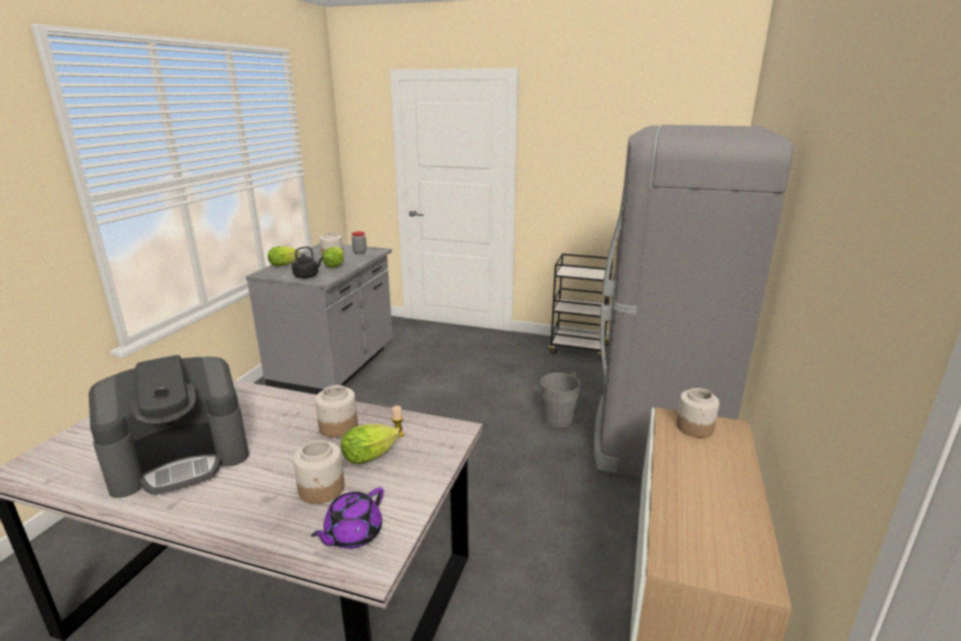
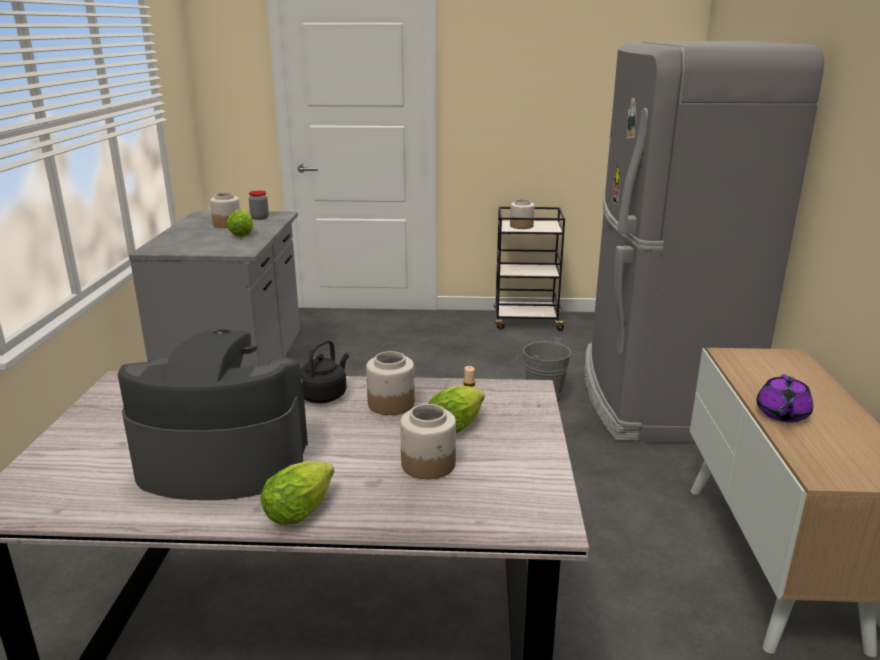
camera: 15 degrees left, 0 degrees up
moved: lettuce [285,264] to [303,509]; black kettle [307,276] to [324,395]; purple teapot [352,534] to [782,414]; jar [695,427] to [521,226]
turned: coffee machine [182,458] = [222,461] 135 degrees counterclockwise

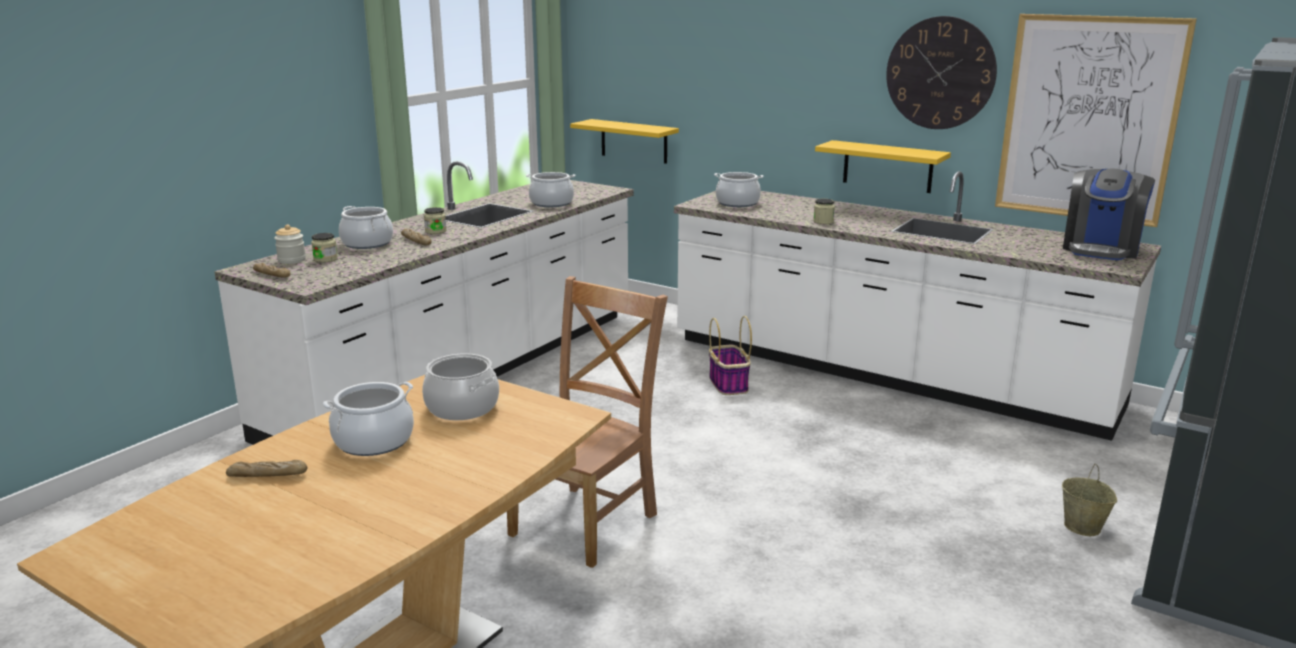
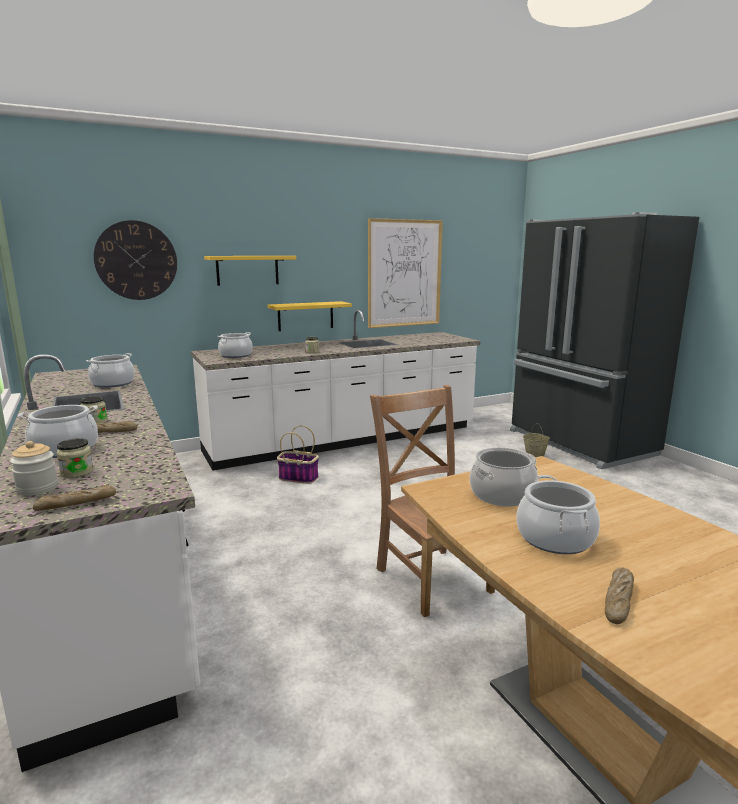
camera: 60 degrees left, 5 degrees down
removed: coffee machine [1101,249]
moved: yellow shelf [634,141] to [247,270]; wall clock [940,73] to [136,260]

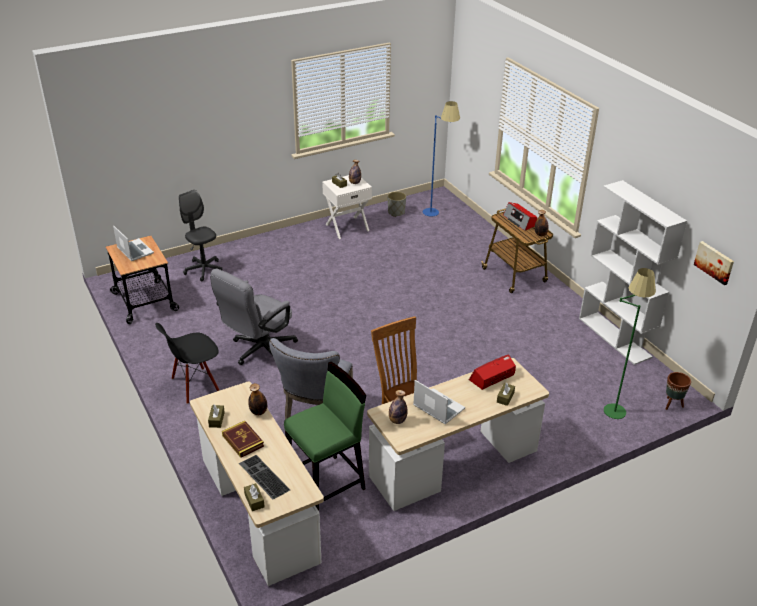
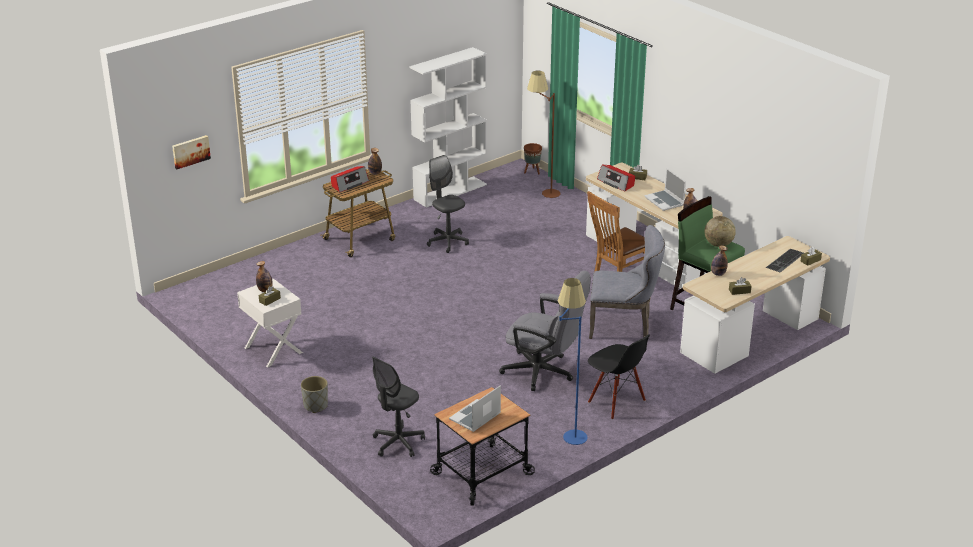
camera: 100 degrees left, 5 degrees down
removed: book [243,441]
added: grey office chair [447,242]; globe [718,244]
moved: grey planter [396,212] to [315,406]; blue floor lamp [438,211] to [570,431]; picture [714,262] to [190,151]
recoloured: green floor lamp [615,404] to brown floor lamp [542,193]
turned: laptop [437,407] = [665,201] 60 degrees counterclockwise

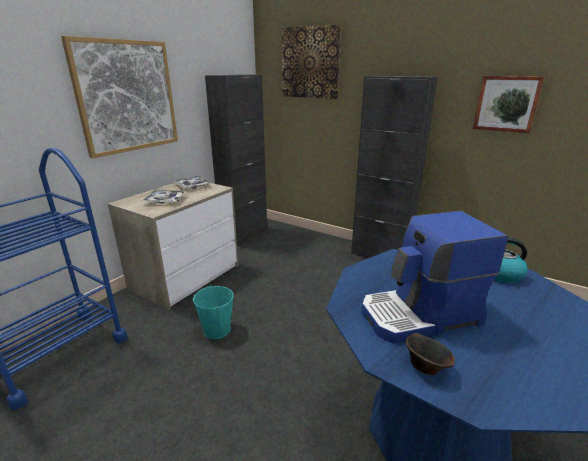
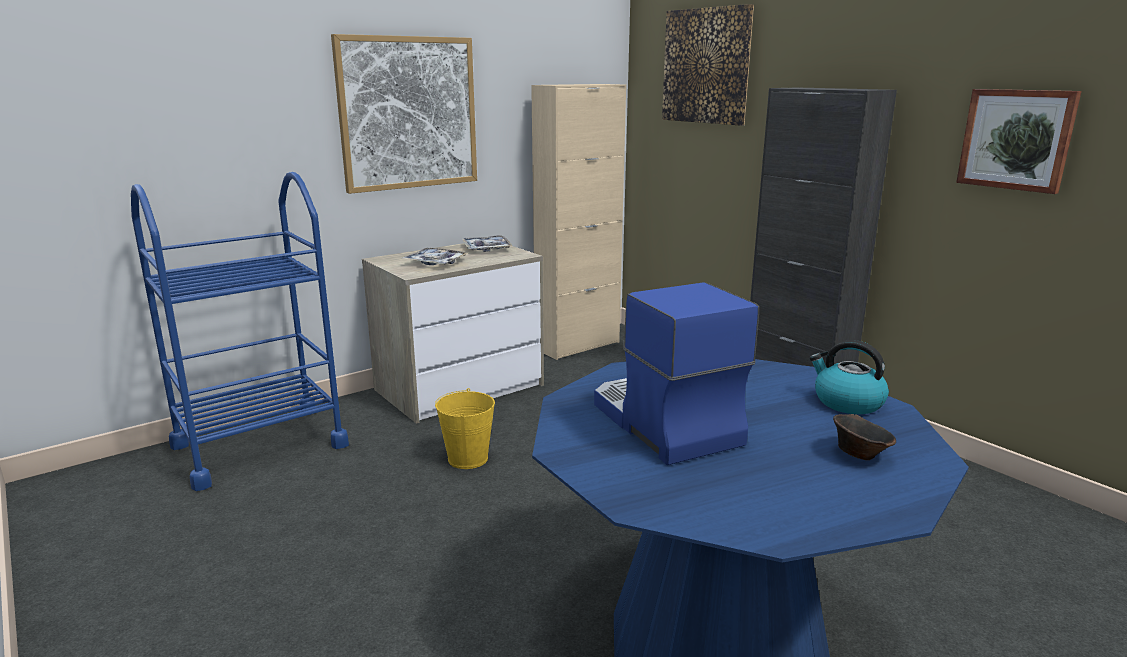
camera: 20 degrees right, 5 degrees down
moved: brown bowl [425,366] to [859,454]
recoloured: turquoise bucket [217,330] to yellow bucket [468,458]; black cabinet [244,235] to beige cabinet [577,346]
turned: coffee machine [420,316] = [662,423] 60 degrees clockwise

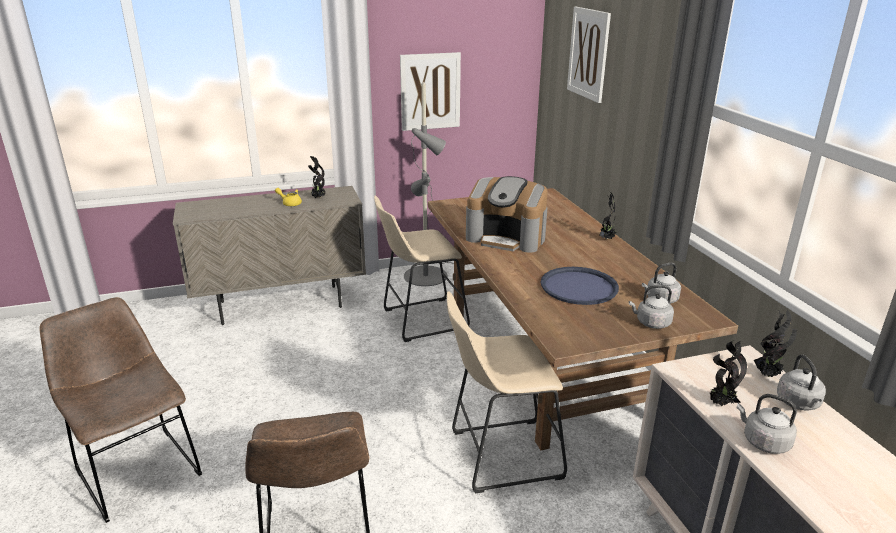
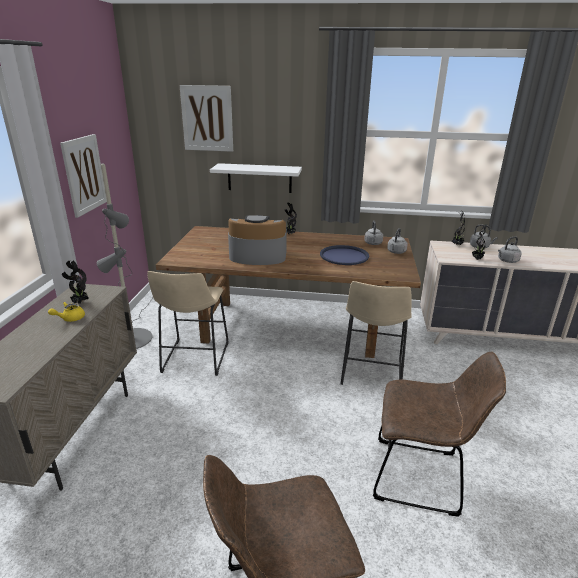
camera: 65 degrees left, 0 degrees up
added: white shelf [259,178]
turned: coffee machine [507,237] = [257,256] 135 degrees counterclockwise

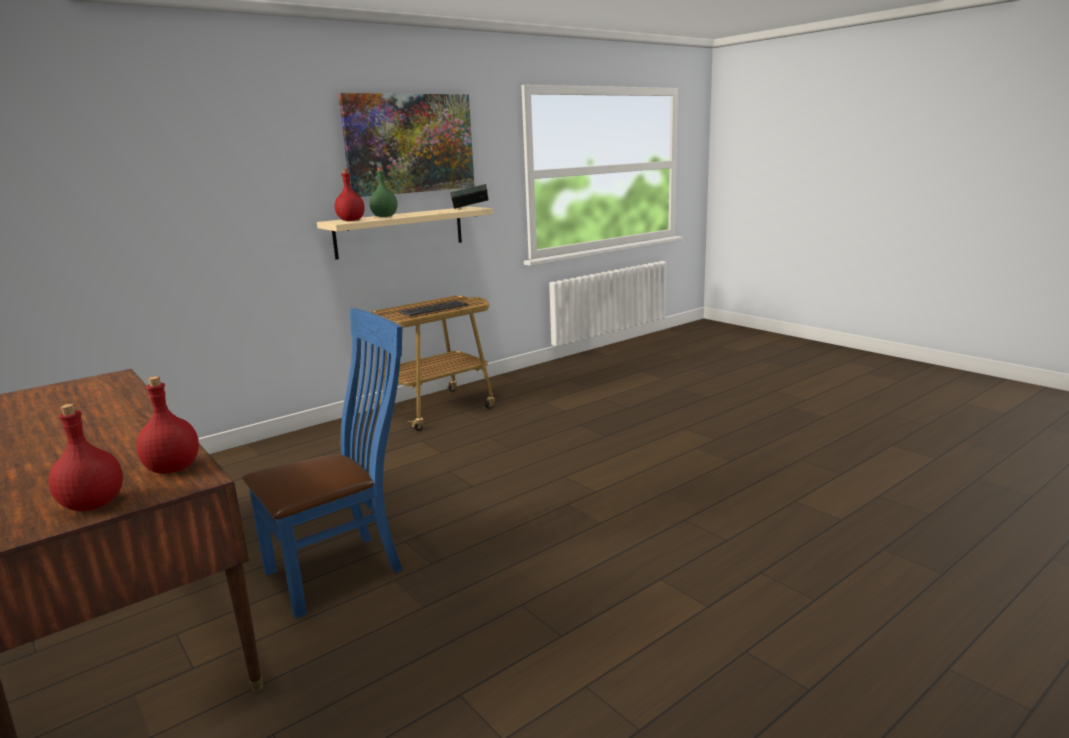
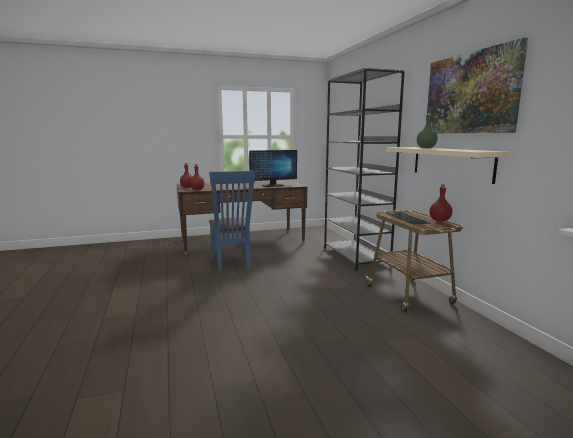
camera: 110 degrees right, 5 degrees down
removed: book [470,208]
added: monitor [273,185]; grey bookcase [356,257]
moved: red bottle [350,220] to [439,220]

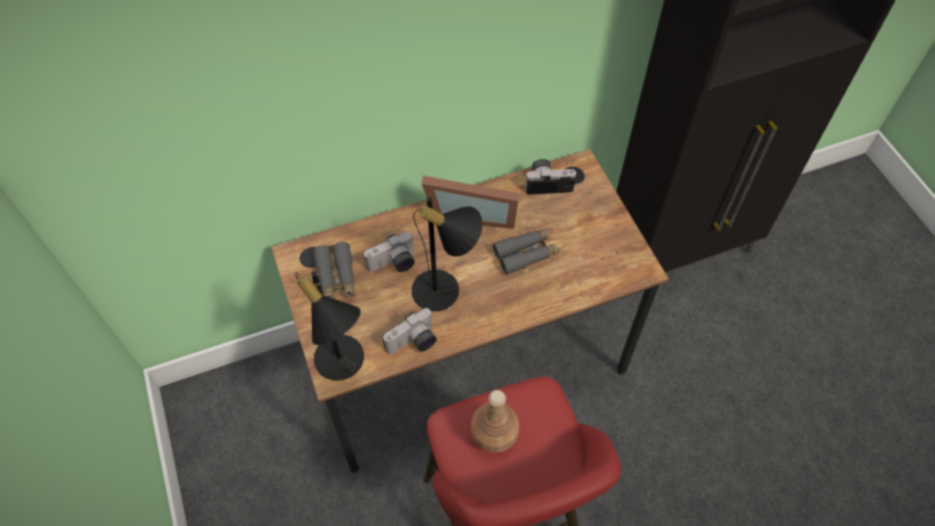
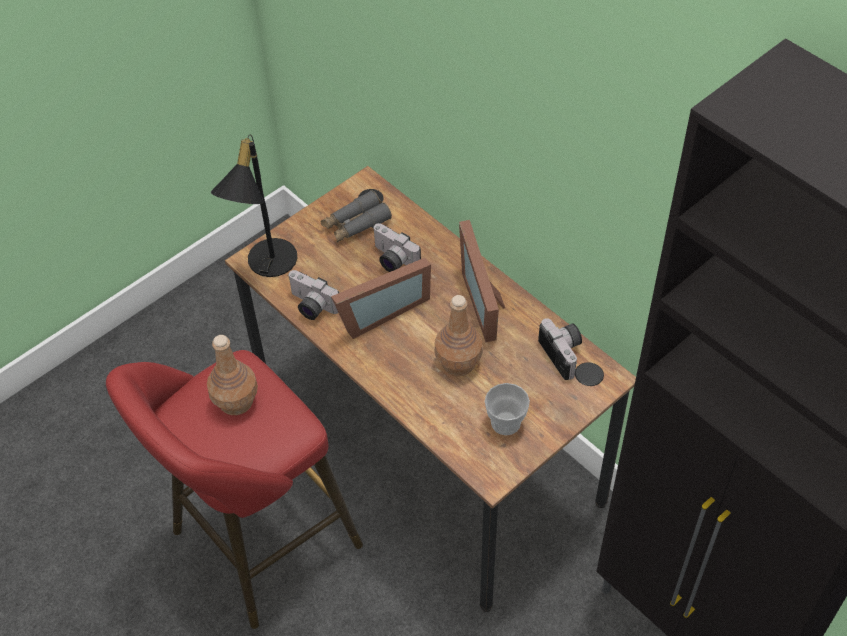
camera: 70 degrees right, 5 degrees down
added: cup [505,422]
replaced: black table lamp [445,291] to picture frame [379,311]; grey binoculars [526,254] to brown bottle [458,363]

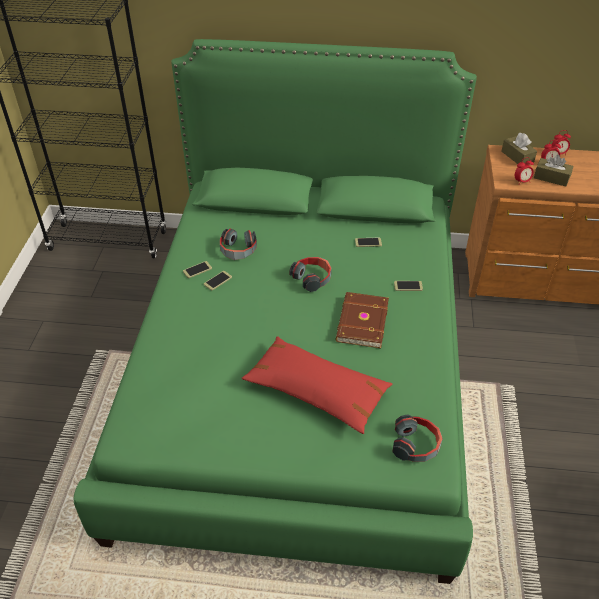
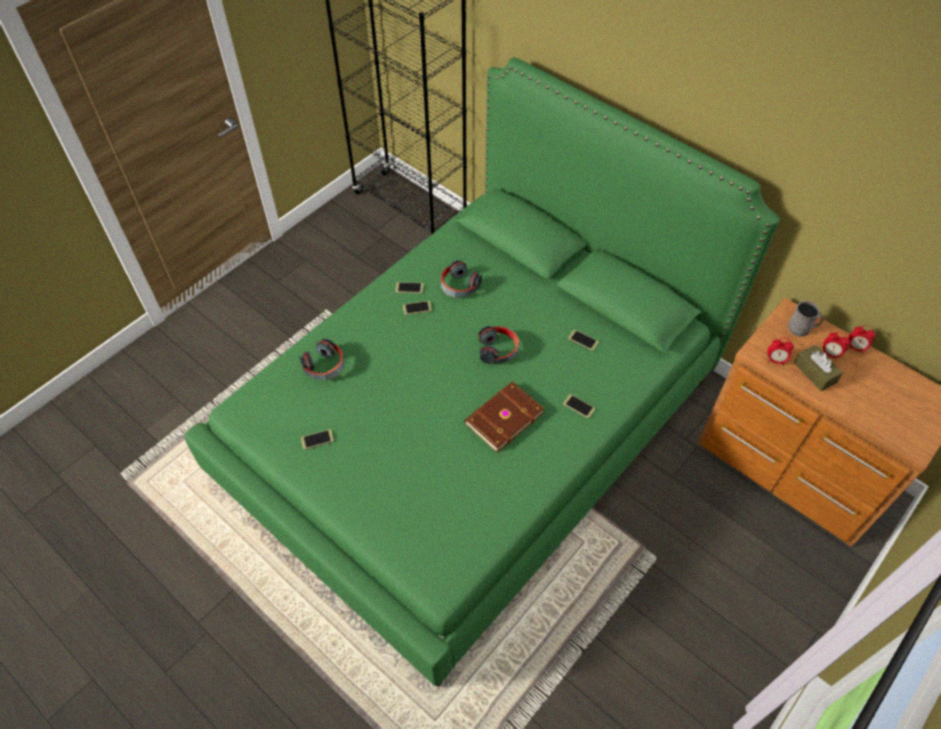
camera: 35 degrees right, 10 degrees up
removed: red pillow [316,391]
added: phone [317,439]
moved: headphones [416,445] to [325,366]
replaced: brown tissue box [517,157] to grey mug [802,328]

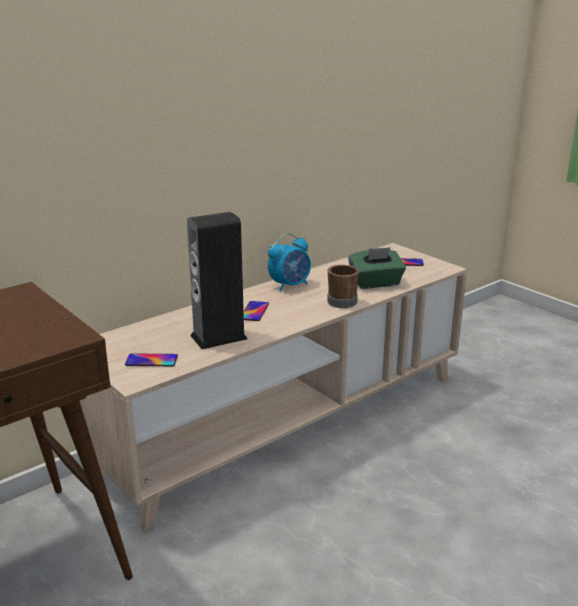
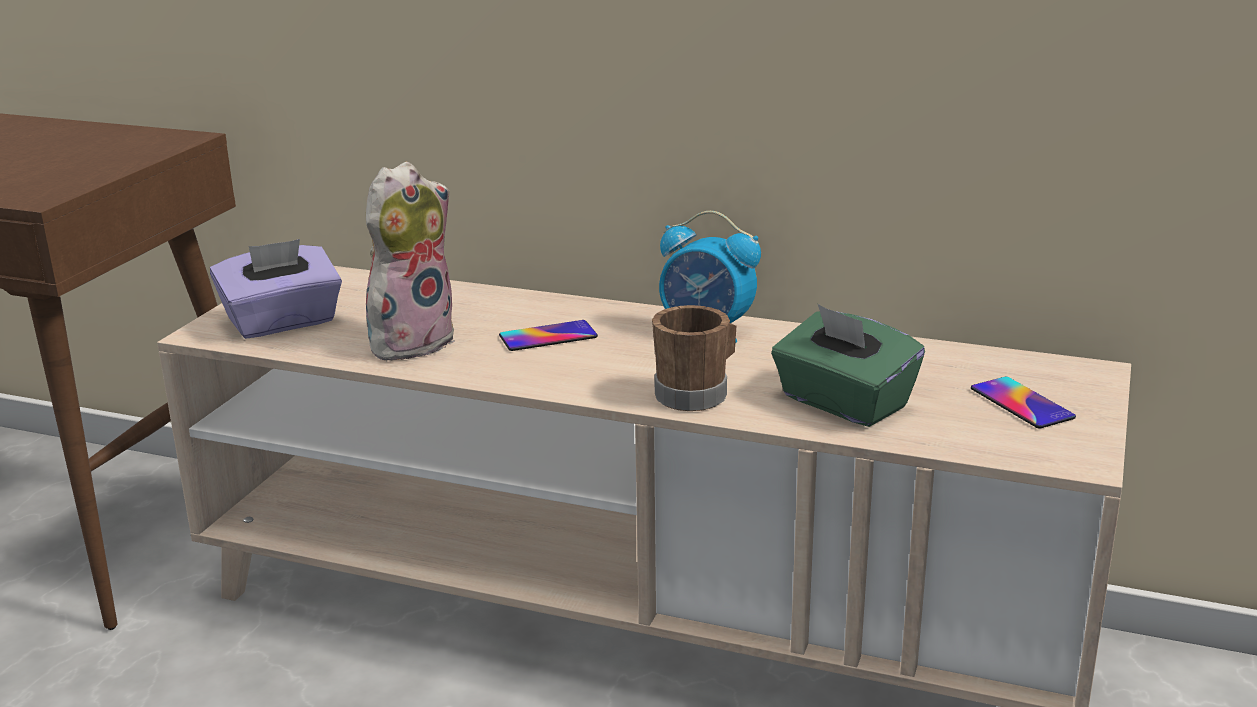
camera: 60 degrees right, 0 degrees up
replaced: phone [151,360] to purple tissue box [282,323]; speaker [219,337] to plush toy [411,341]

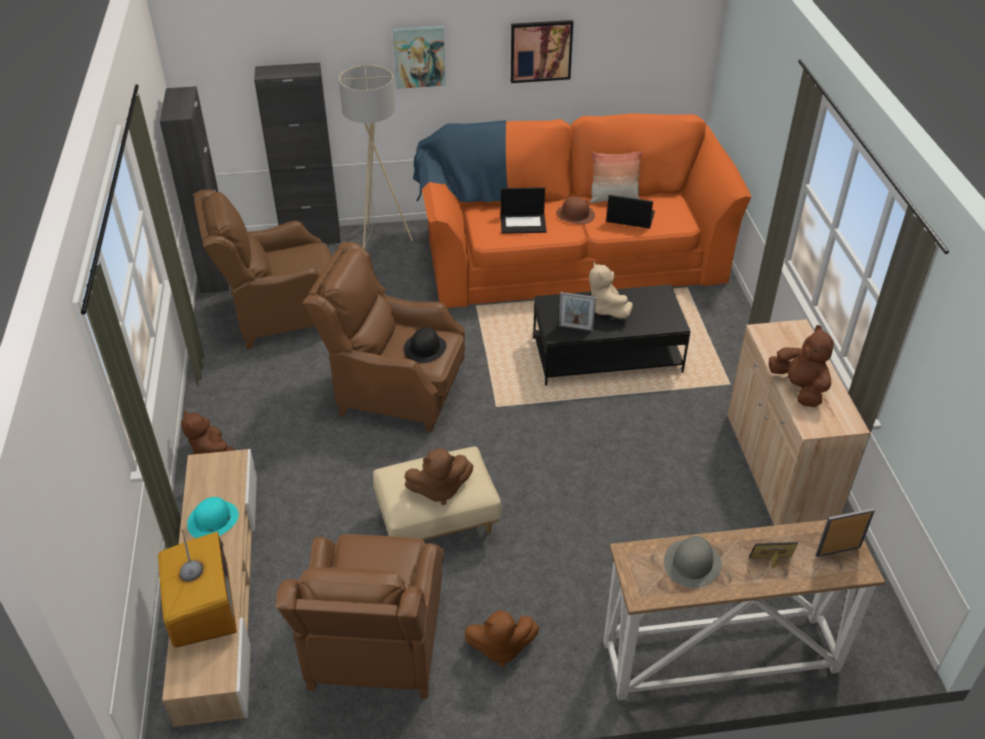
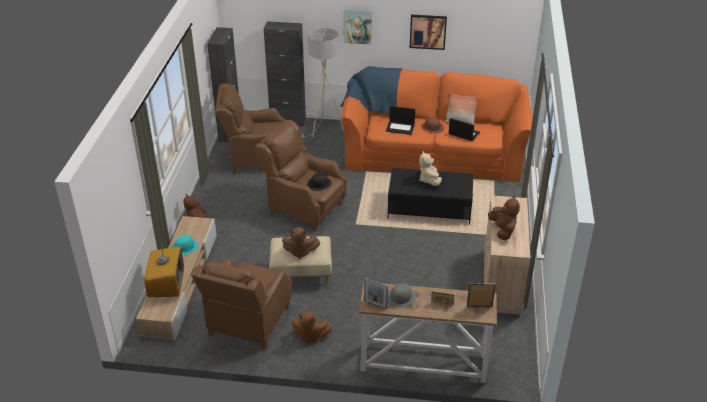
camera: 15 degrees right, 5 degrees down
moved: picture frame [575,328] to [375,304]

